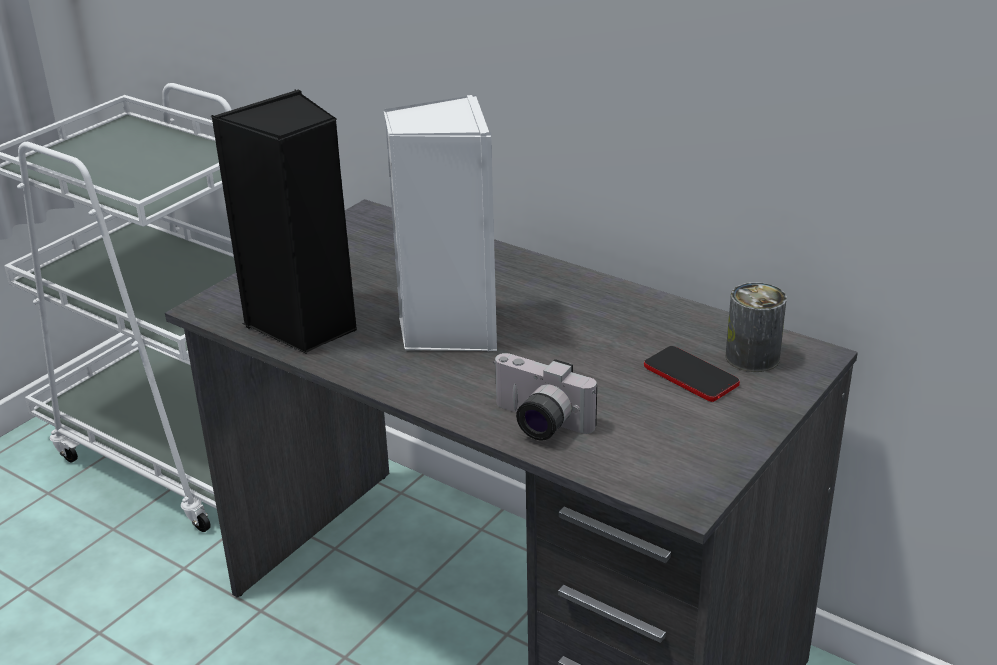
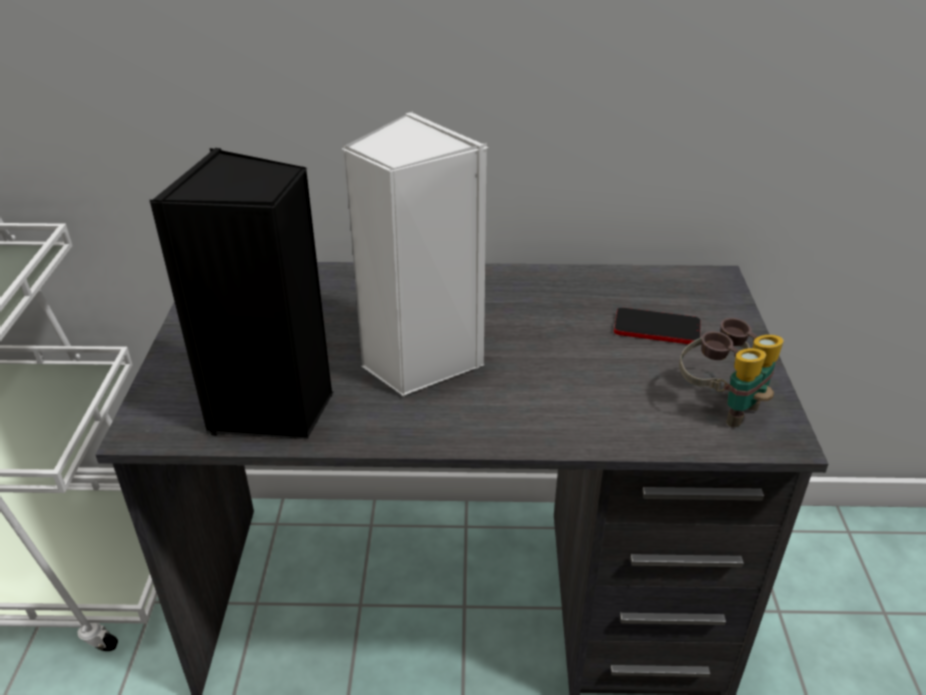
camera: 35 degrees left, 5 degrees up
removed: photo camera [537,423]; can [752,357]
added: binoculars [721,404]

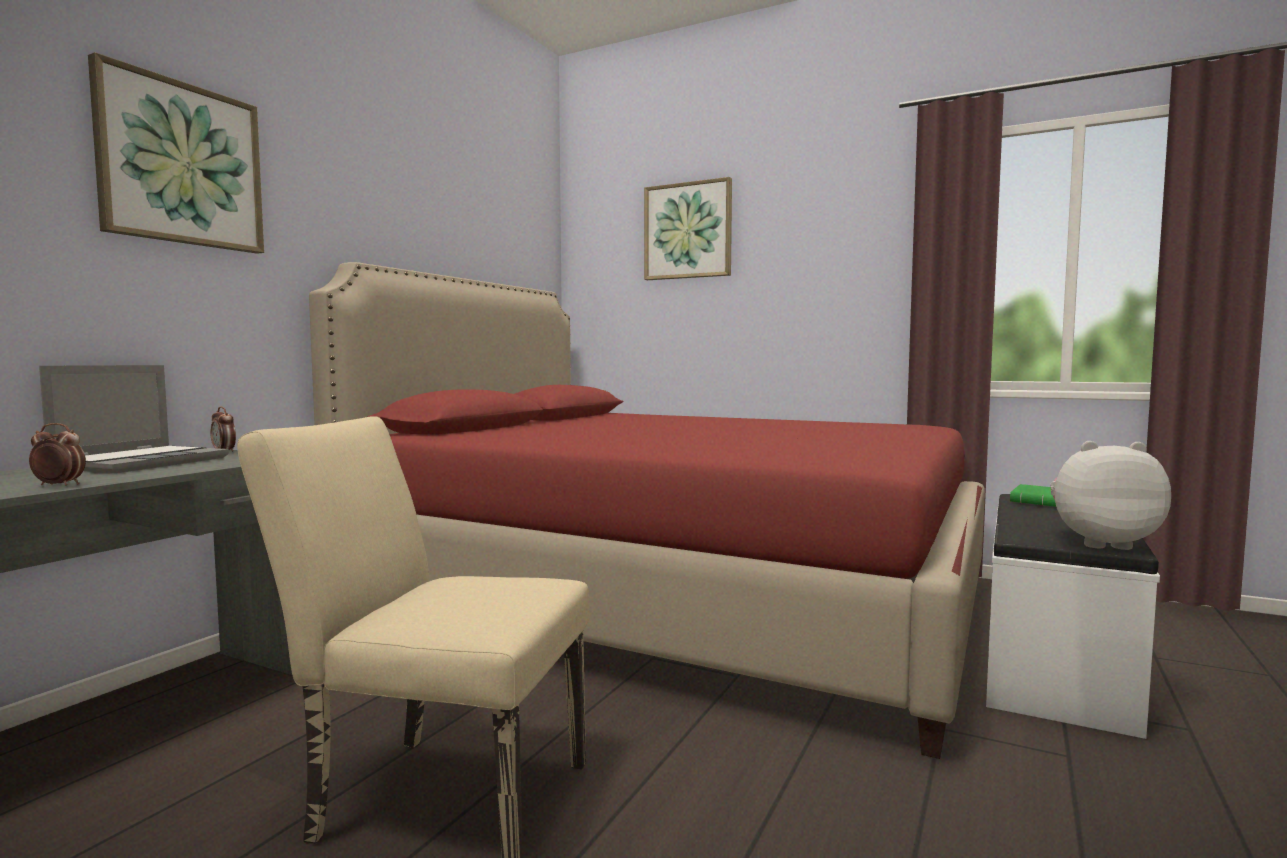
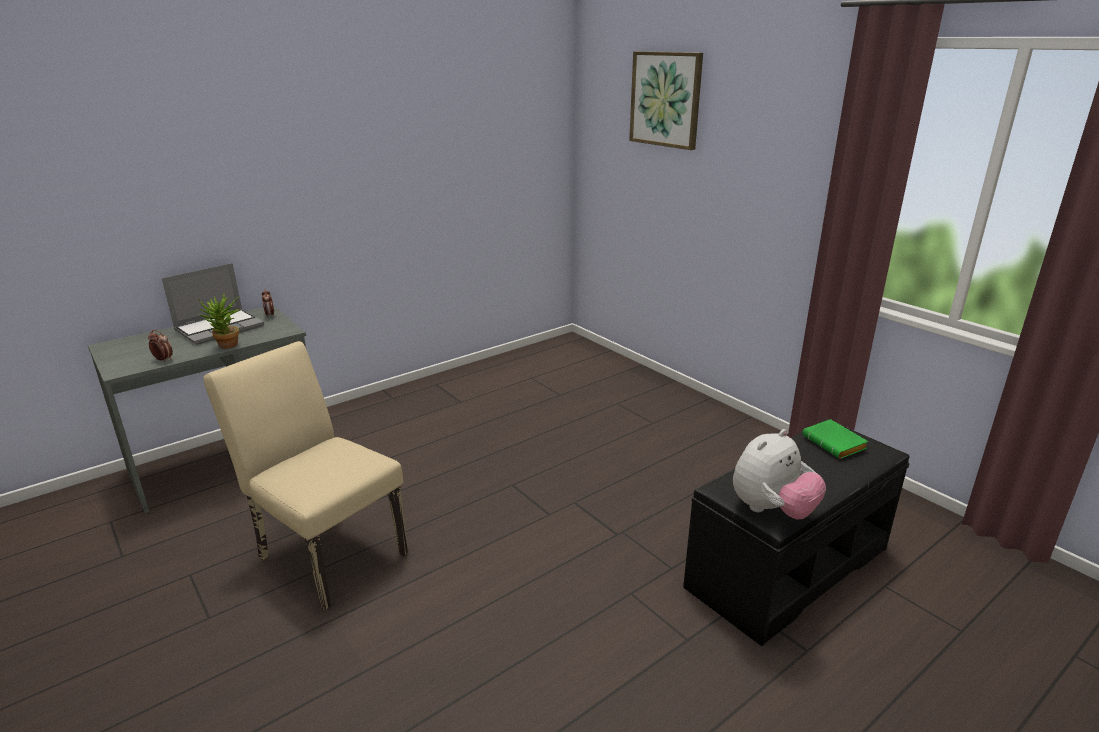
camera: 25 degrees right, 20 degrees up
removed: picture [181,164]; red bed [672,599]
added: potted plant [227,346]
recoloured: white bench [1052,663] to black bench [786,566]
turned: plush toy [1101,543] = [772,510] 105 degrees clockwise

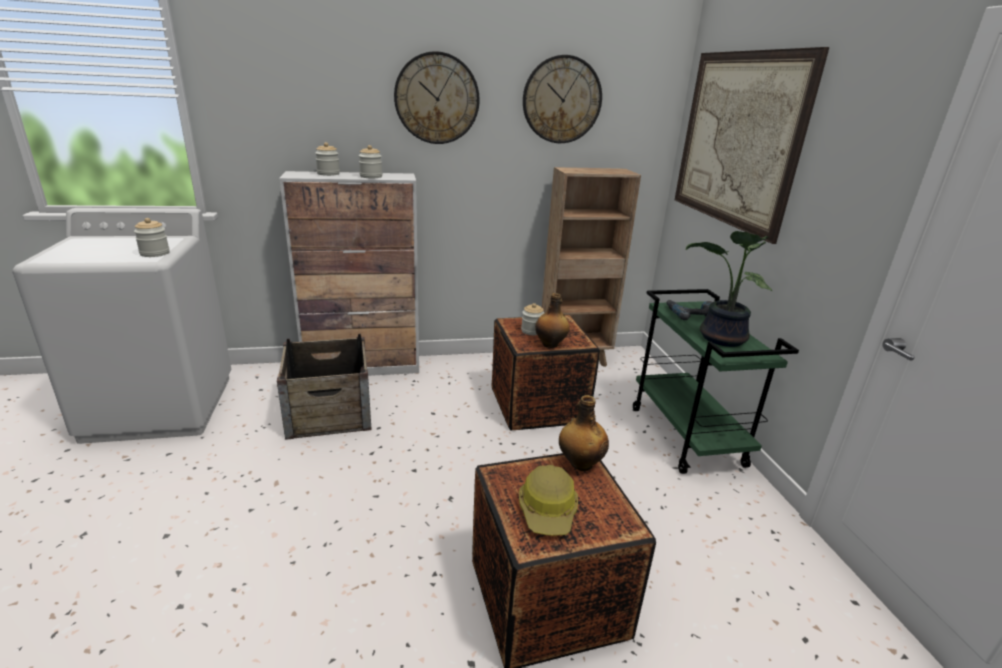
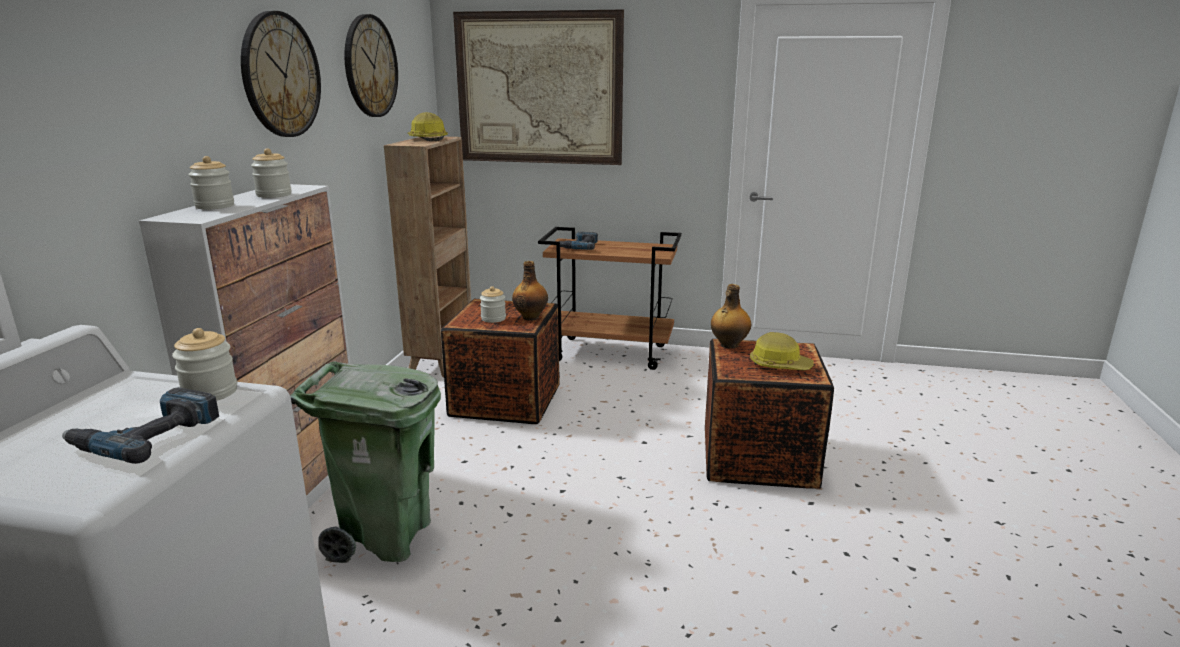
camera: 65 degrees left, 5 degrees down
removed: potted plant [720,339]
added: power drill [147,436]; hard hat [426,139]
replaced: crate [330,411] to green trash can [386,536]
recoloured: green cart [687,437] to brown cart [611,353]

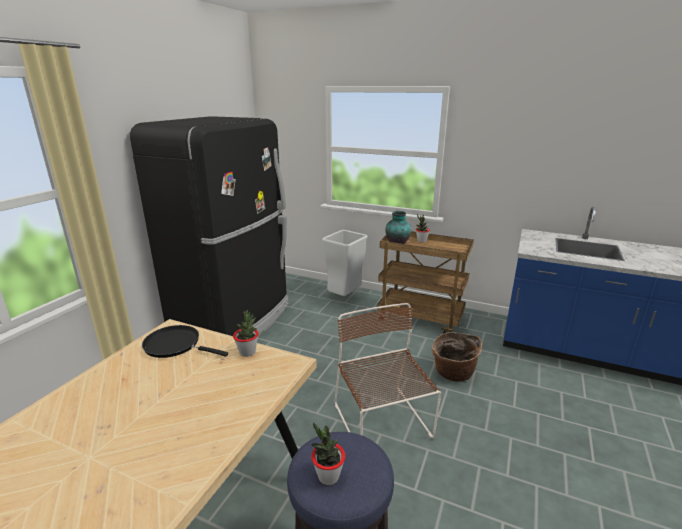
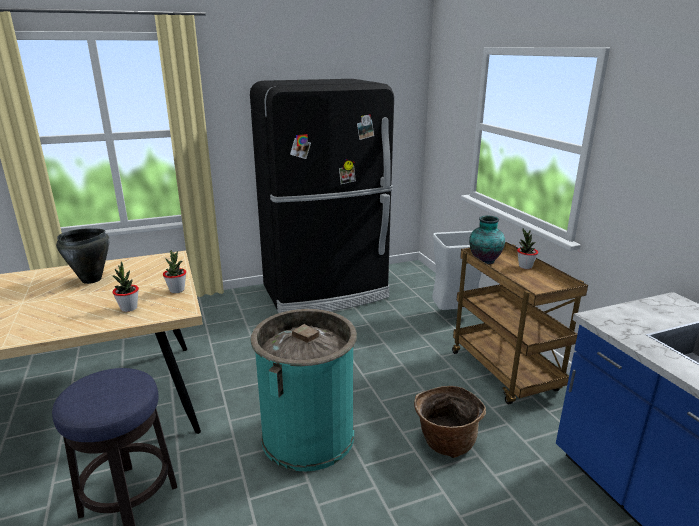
camera: 45 degrees right, 0 degrees up
removed: black frying pan [176,345]
added: black cooking pot [91,280]
moved: potted plant [328,476] to [129,308]
replaced: brown chair [383,423] to turquoise trash can [308,436]

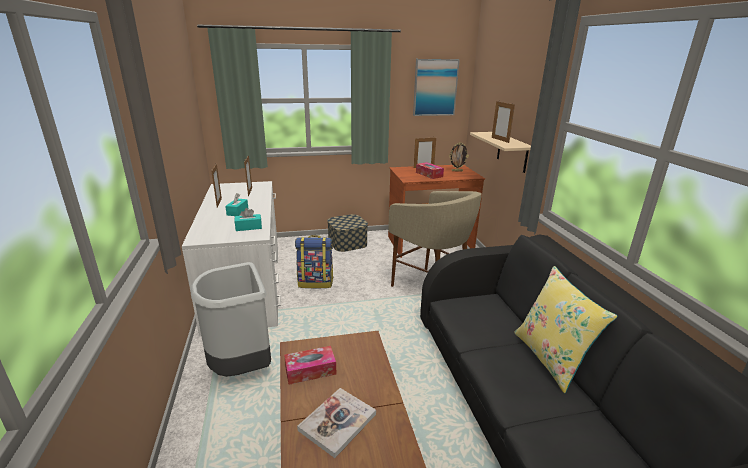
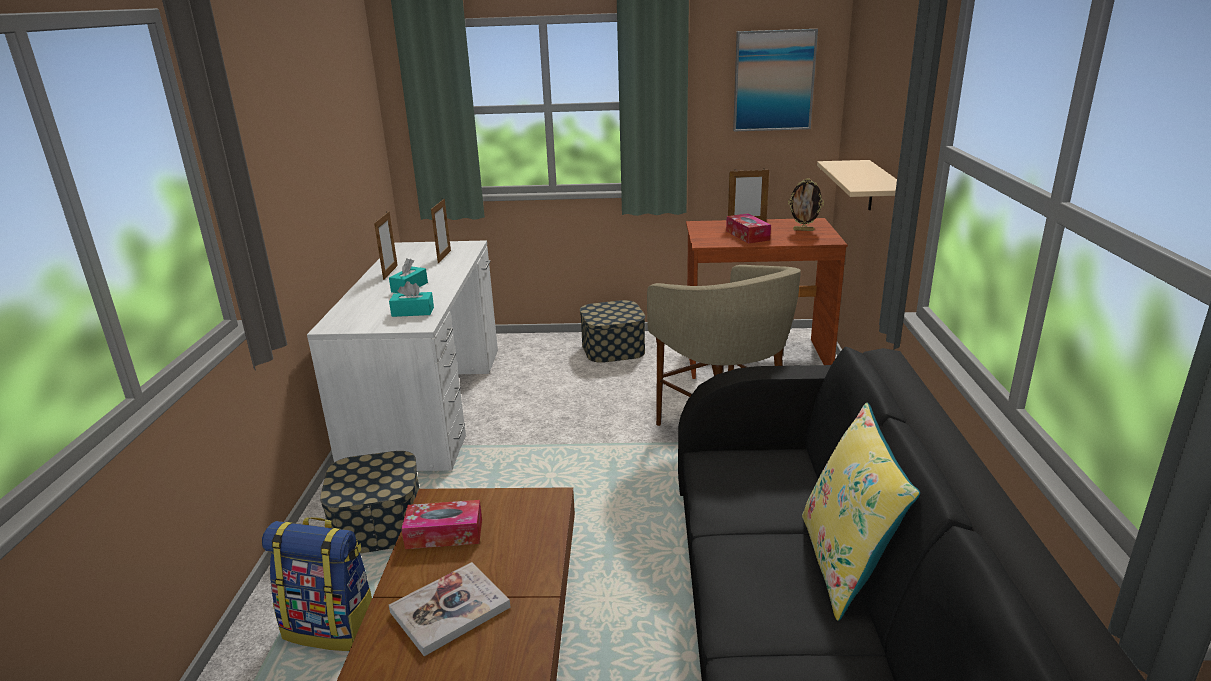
camera: 15 degrees right, 0 degrees up
removed: picture frame [500,140]
moved: backpack [316,282] to [332,627]
replaced: grey trash can [242,368] to storage box [379,525]

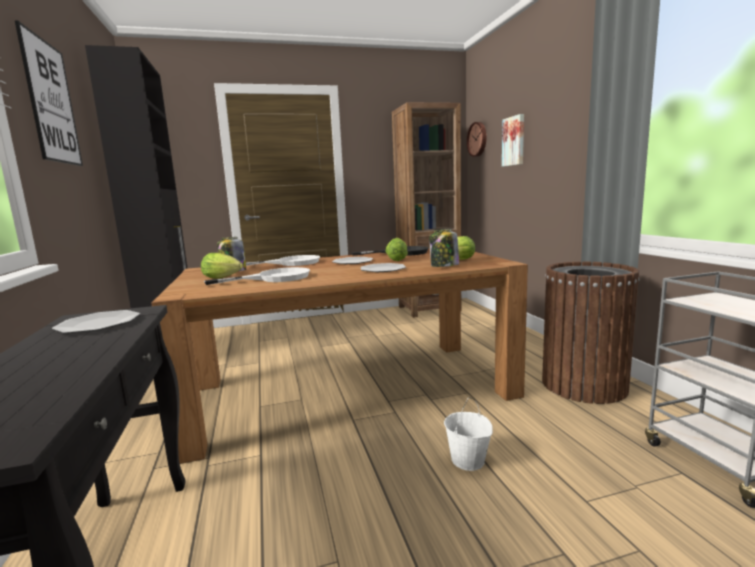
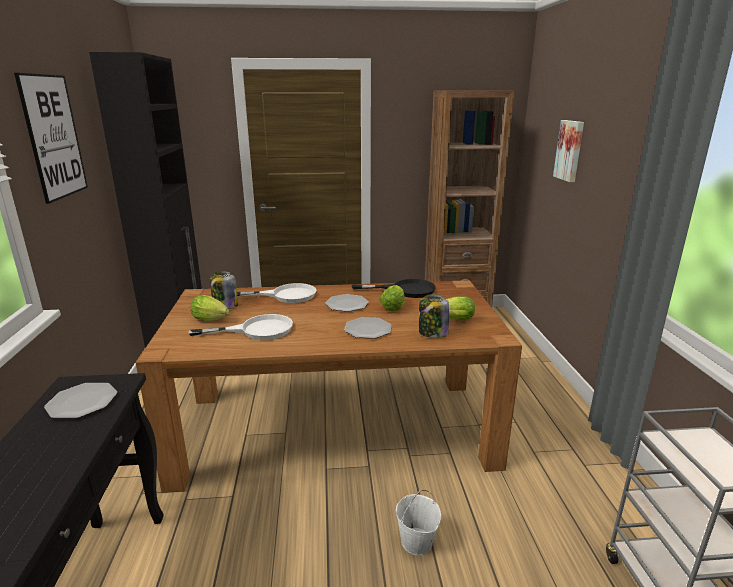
camera: 10 degrees right, 10 degrees up
removed: wall clock [478,139]; brown trash can [584,385]

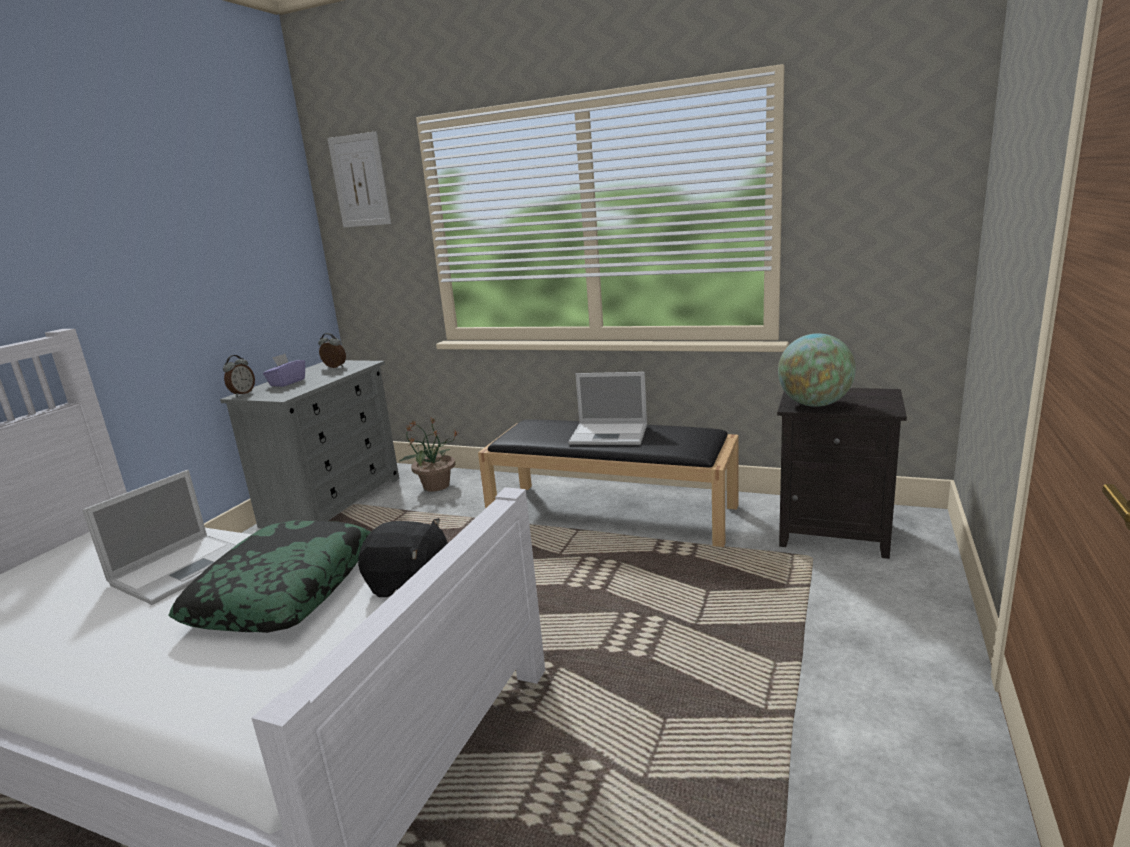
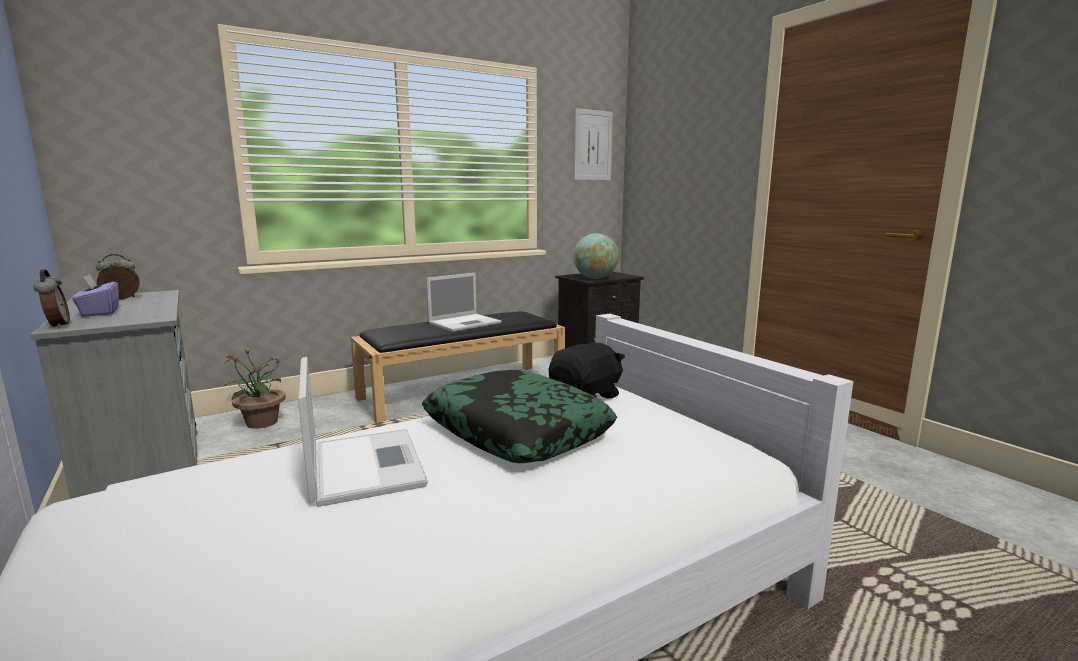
camera: 55 degrees left, 5 degrees down
moved: picture [360,181] to [592,145]

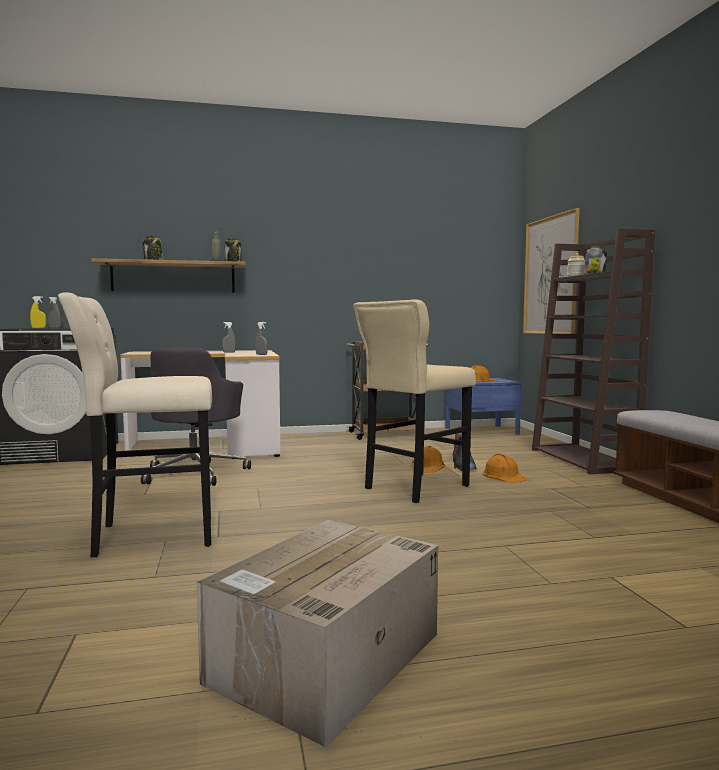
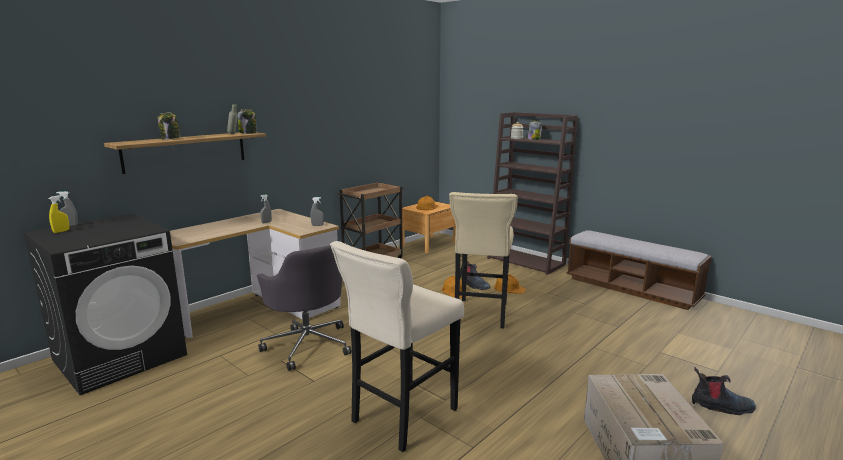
camera: 35 degrees left, 10 degrees up
removed: picture [550,276]
added: boot [721,407]
recoloured: blue nightstand [481,431] to brown nightstand [429,244]

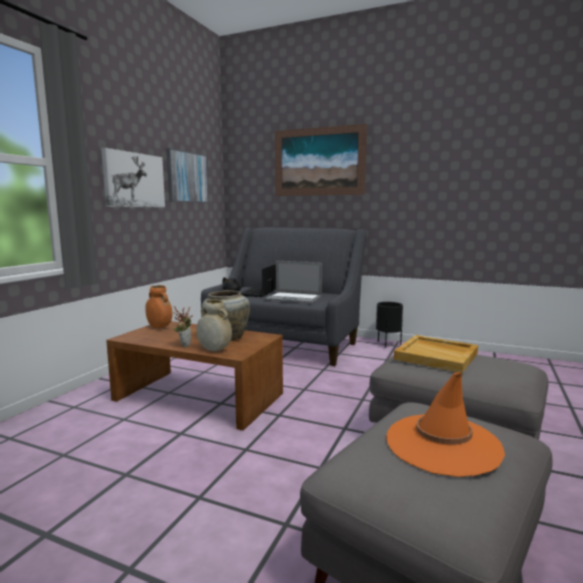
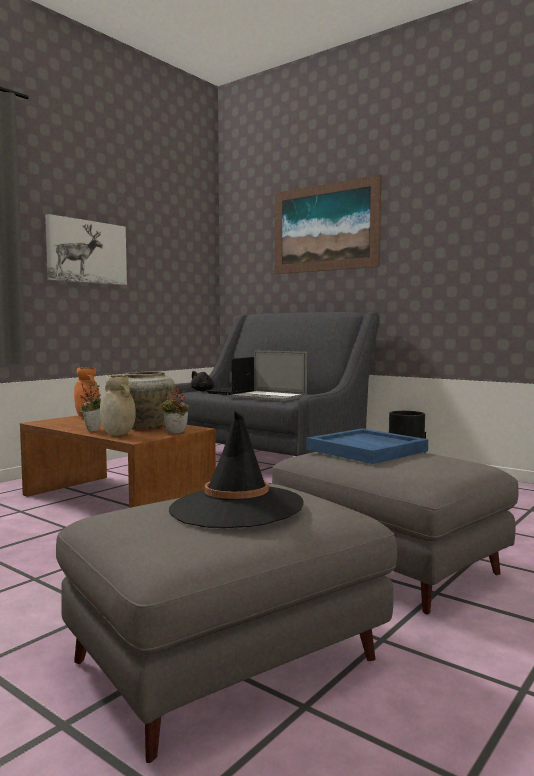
camera: 15 degrees right, 5 degrees down
removed: picture [187,177]
added: potted plant [175,433]
recoloured: orange hat [442,444] to black hat [236,507]; beige tray [437,356] to blue tray [368,450]

